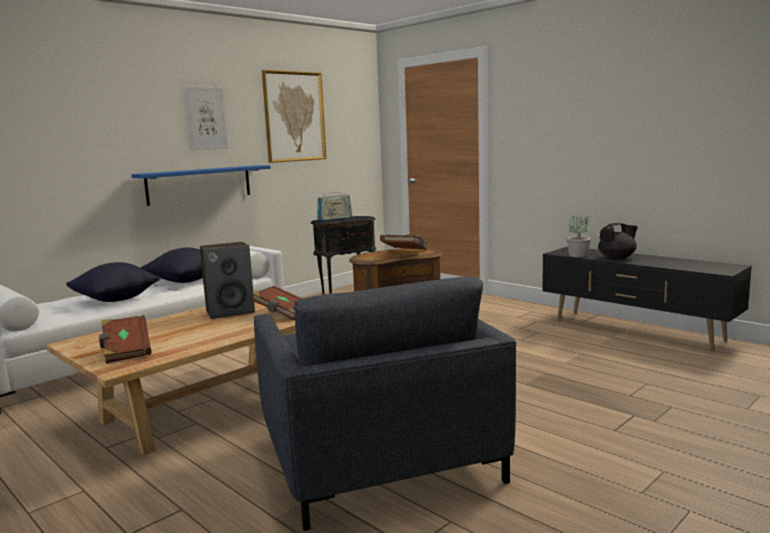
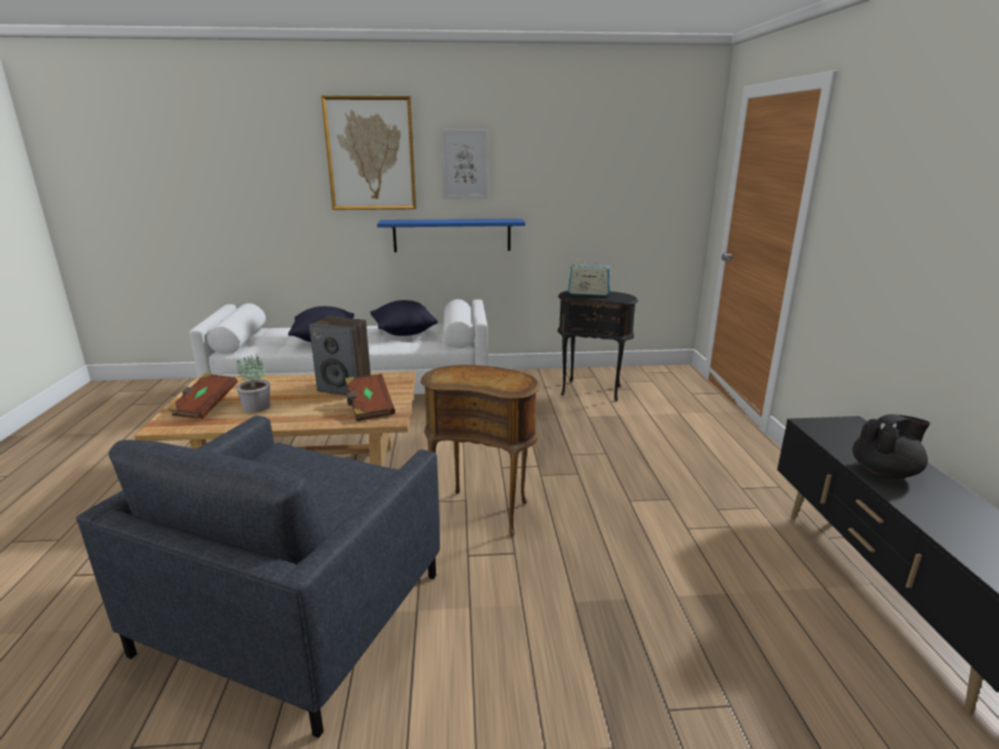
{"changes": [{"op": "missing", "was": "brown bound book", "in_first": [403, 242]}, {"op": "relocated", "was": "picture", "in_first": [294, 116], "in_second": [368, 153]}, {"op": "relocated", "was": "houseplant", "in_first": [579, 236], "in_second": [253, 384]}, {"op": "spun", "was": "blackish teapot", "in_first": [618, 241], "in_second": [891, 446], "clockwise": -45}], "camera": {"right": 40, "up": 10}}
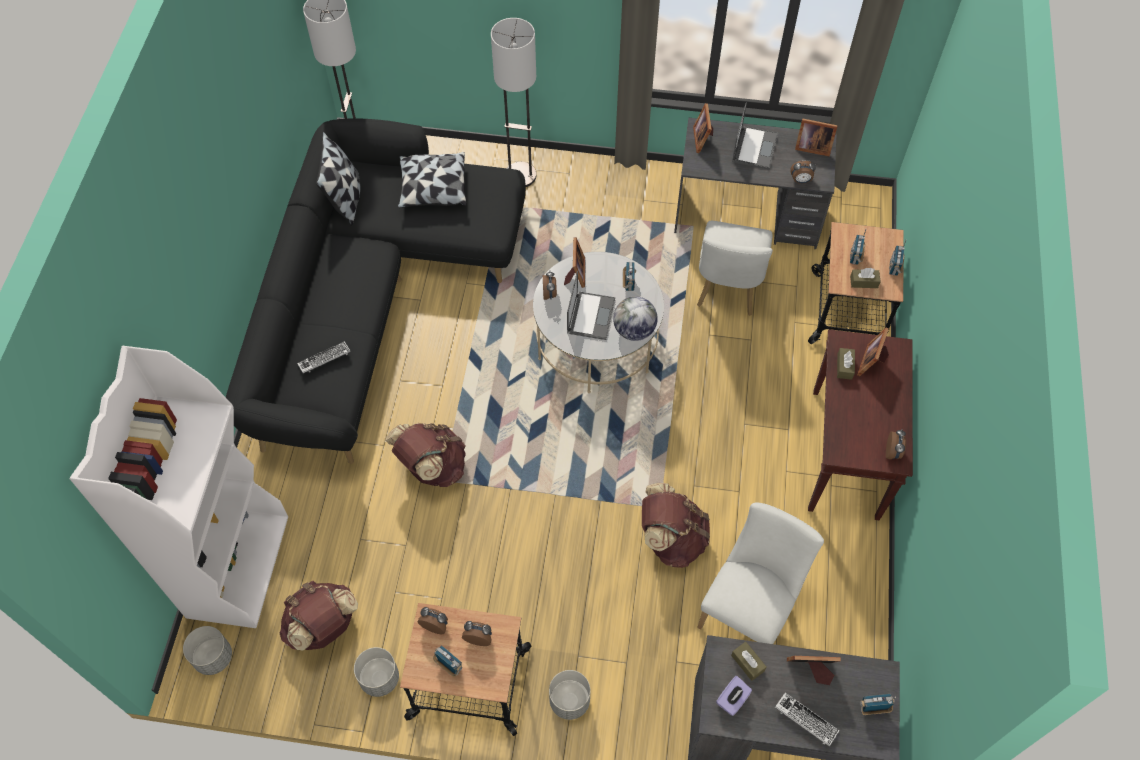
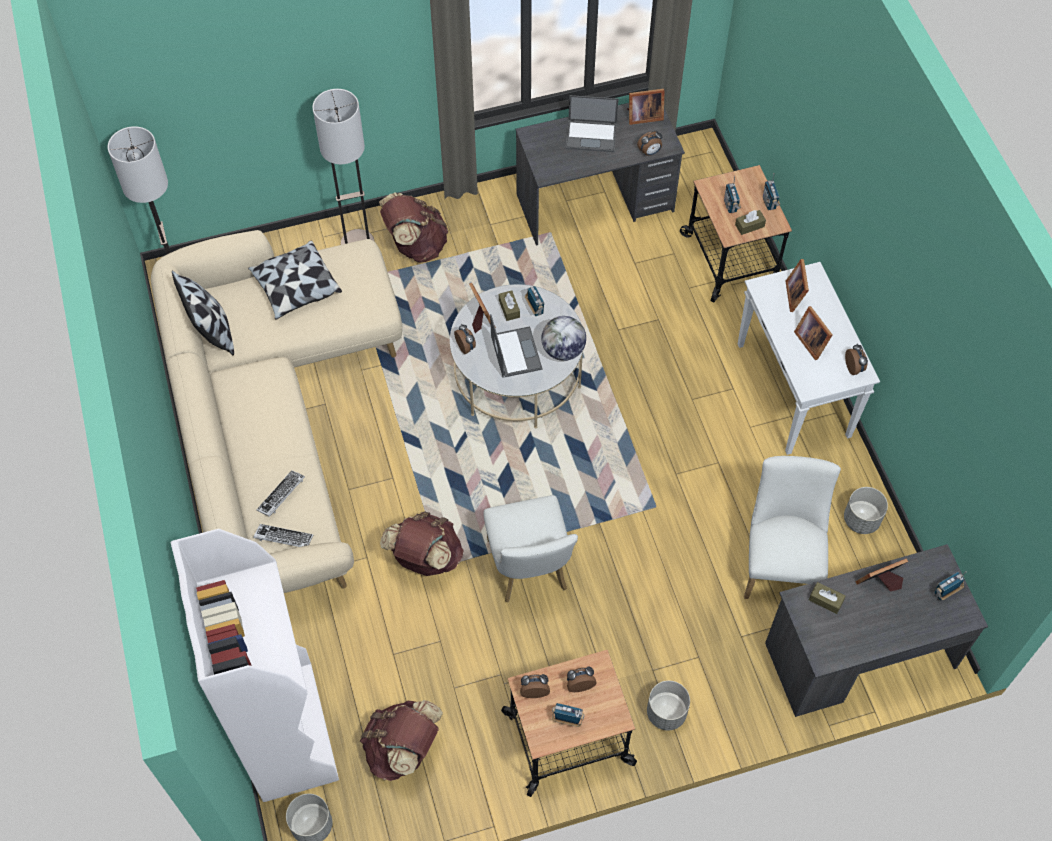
{"changes": [{"op": "missing", "was": "purple box of tissues", "in_first": [734, 696]}, {"op": "relocated", "was": "greyish planter", "in_first": [376, 672], "in_second": [866, 510]}, {"op": "relocated", "was": "brown knapsack", "in_first": [676, 525], "in_second": [413, 227]}, {"op": "relocated", "was": "picture frame", "in_first": [703, 128], "in_second": [813, 333]}, {"op": "relocated", "was": "whitish upright chair", "in_first": [735, 268], "in_second": [530, 548]}, {"op": "relocated", "was": "keyboard", "in_first": [807, 719], "in_second": [283, 535]}, {"op": "relocated", "was": "brown box of tissues", "in_first": [846, 364], "in_second": [509, 305]}, {"op": "colour", "was": "blackish sofa", "now": "beige sofa", "in_first": [376, 291], "in_second": [276, 411]}, {"op": "colour", "was": "brown hall table", "now": "whitish hall table", "in_first": [860, 424], "in_second": [809, 358]}, {"op": "spun", "was": "portable computer", "in_first": [755, 136], "in_second": [592, 123], "clockwise": 105}], "camera": {"right": -25, "up": 0}}
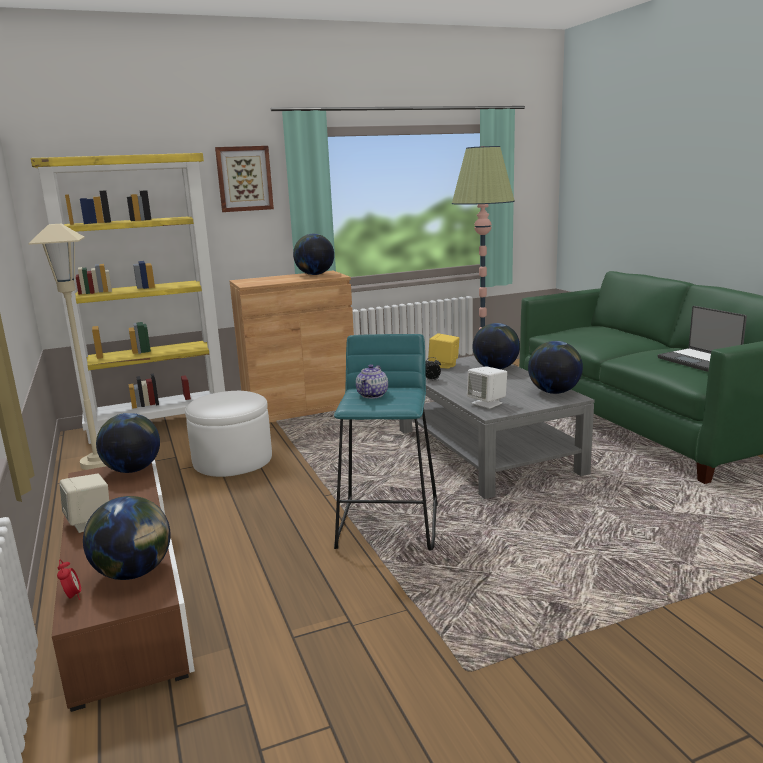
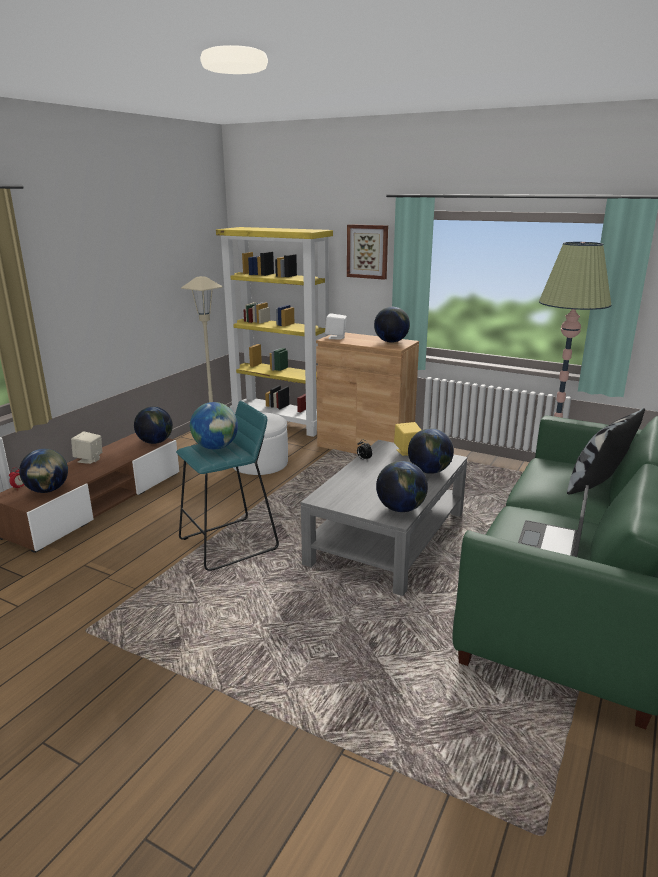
{"changes": [{"op": "appeared", "now": "cushion", "in_second": [606, 451]}, {"op": "relocated", "was": "whitish audio speaker", "in_first": [487, 387], "in_second": [336, 326]}, {"op": "exchanged", "was": "teapot", "now": "world globe", "in_first": [372, 381], "in_second": [214, 426]}], "camera": {"right": 50, "up": 5}}
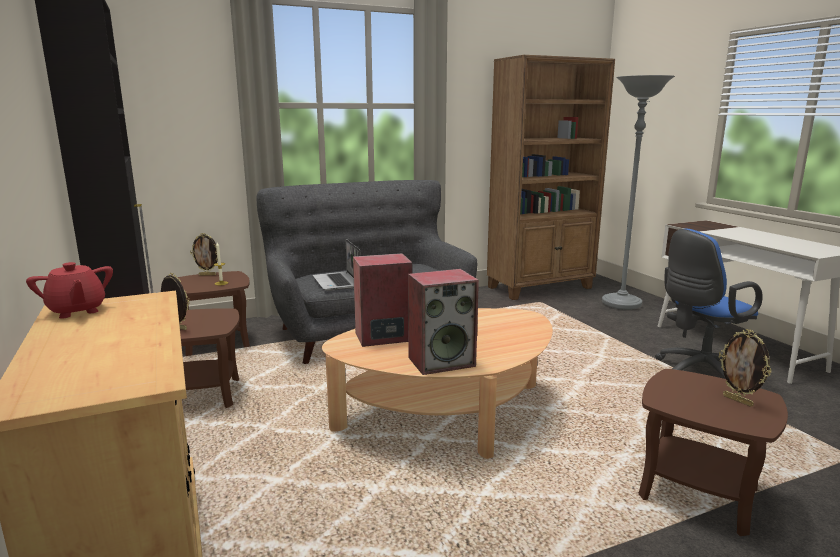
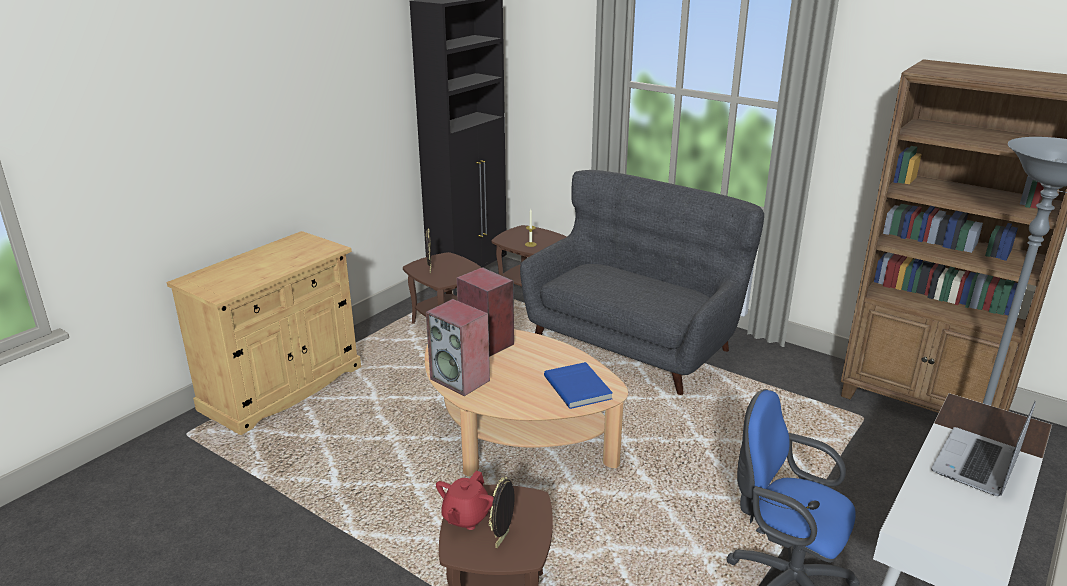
{"changes": [{"op": "missing", "was": "picture frame", "in_first": [204, 254]}, {"op": "appeared", "now": "blue bound book", "in_second": [578, 385]}, {"op": "relocated", "was": "red-coloured teapot", "in_first": [69, 290], "in_second": [465, 500]}, {"op": "relocated", "was": "portable computer", "in_first": [336, 265], "in_second": [983, 448]}], "camera": {"right": 60, "up": 10}}
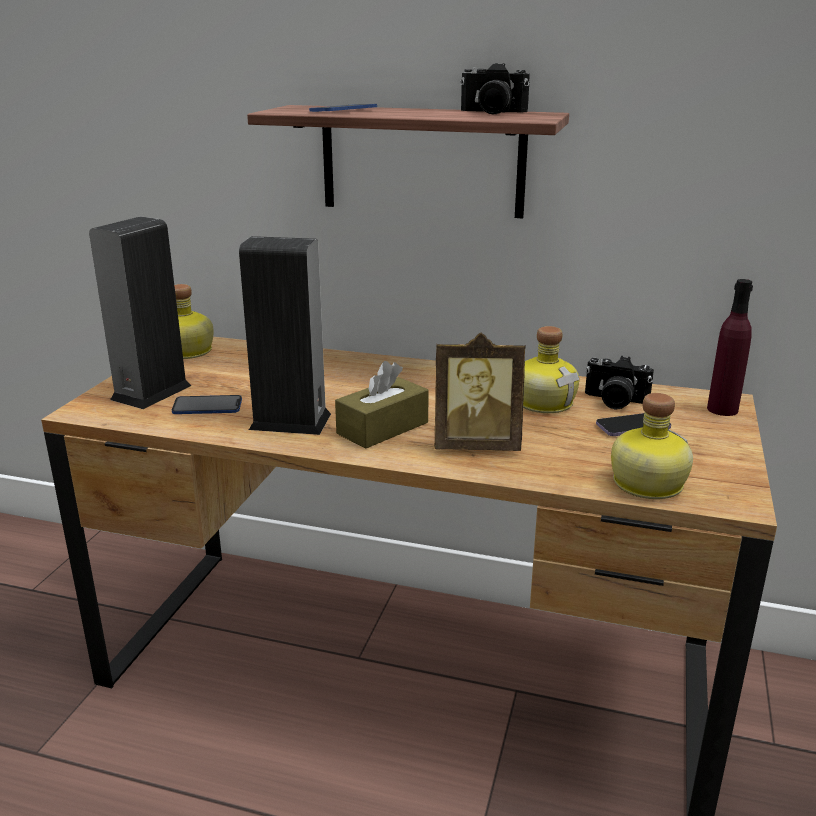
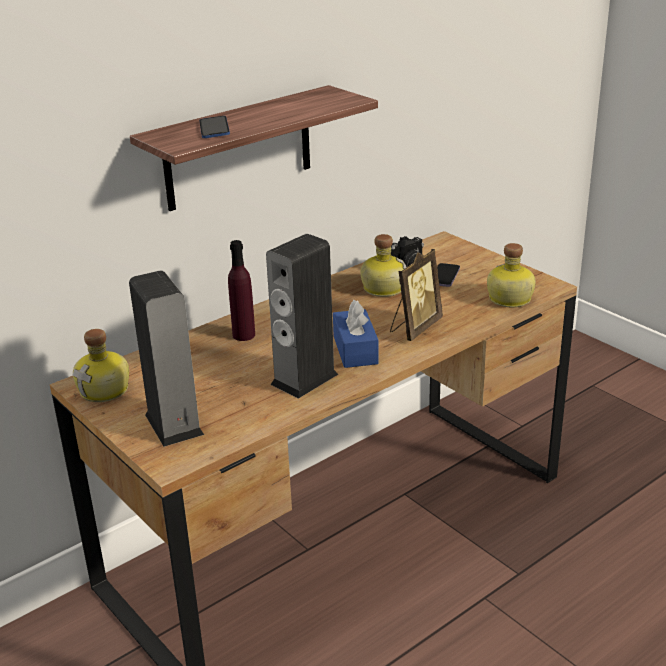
{"changes": [{"op": "missing", "was": "telephone", "in_first": [207, 404]}, {"op": "missing", "was": "photo camera", "in_first": [495, 88]}, {"op": "relocated", "was": "purple bottle", "in_first": [730, 347], "in_second": [241, 290]}, {"op": "colour", "was": "brown box of tissues", "now": "blue box of tissues", "in_first": [382, 404], "in_second": [356, 334]}], "camera": {"right": -55, "up": 5}}
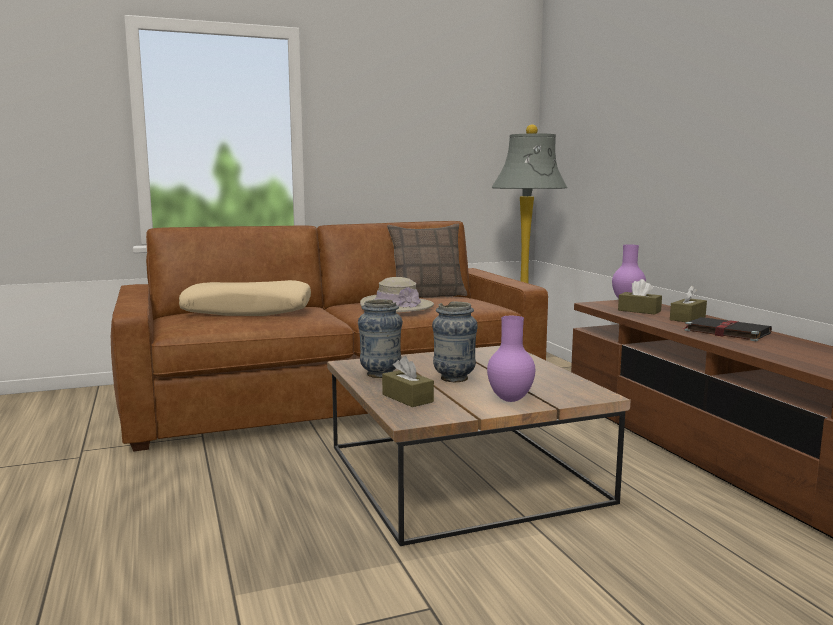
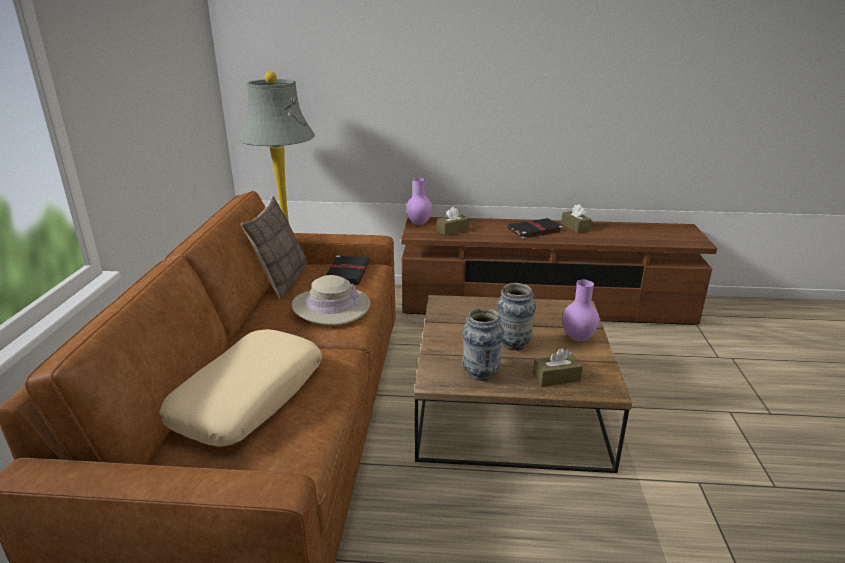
{"changes": [{"op": "appeared", "now": "blackish bound book", "in_second": [347, 270]}, {"op": "relocated", "was": "brown box of tissues", "in_first": [688, 303], "in_second": [576, 218]}], "camera": {"right": -65, "up": 15}}
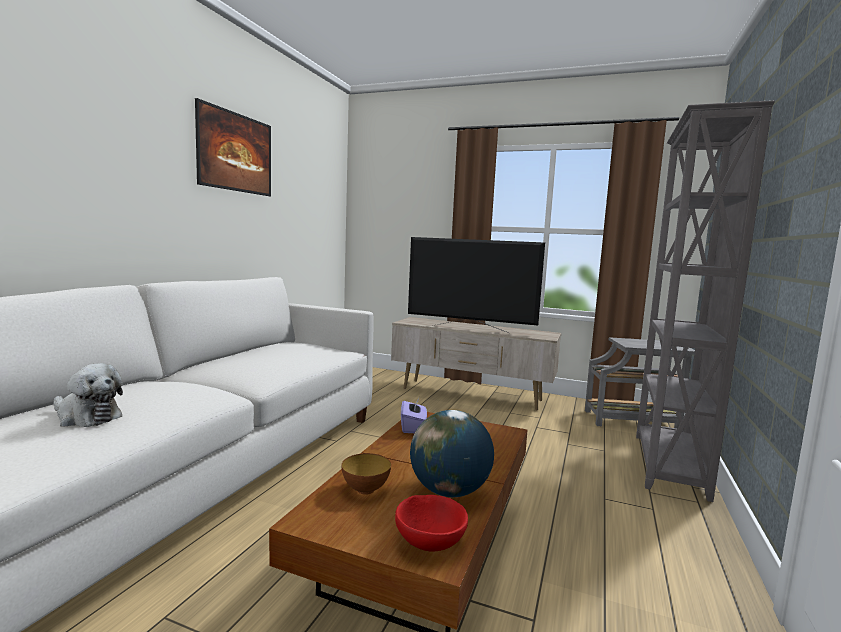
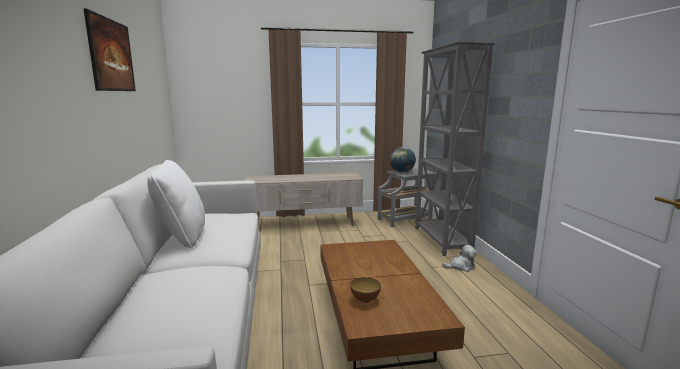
{"changes": [{"op": "missing", "was": "red-coloured deep dish", "in_first": [431, 523]}, {"op": "missing", "was": "purple box of tissues", "in_first": [414, 415]}, {"op": "missing", "was": "TV", "in_first": [476, 285]}, {"op": "appeared", "now": "whitish cushion", "in_second": [176, 204]}, {"op": "relocated", "was": "plush toy", "in_first": [88, 395], "in_second": [460, 258]}, {"op": "relocated", "was": "world globe", "in_first": [452, 453], "in_second": [403, 160]}], "camera": {"right": -30, "up": 5}}
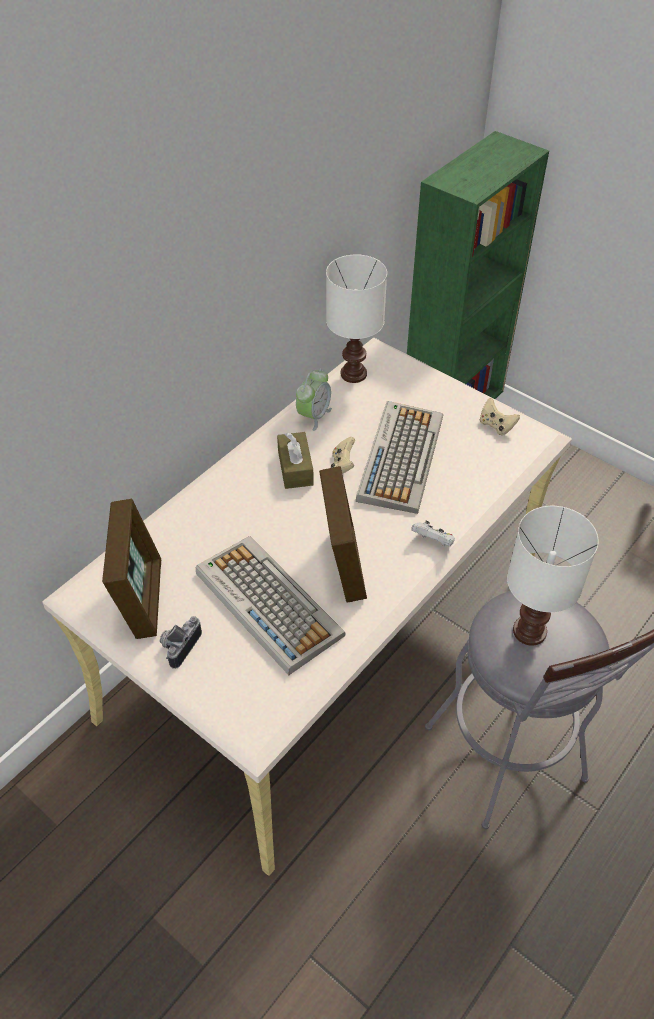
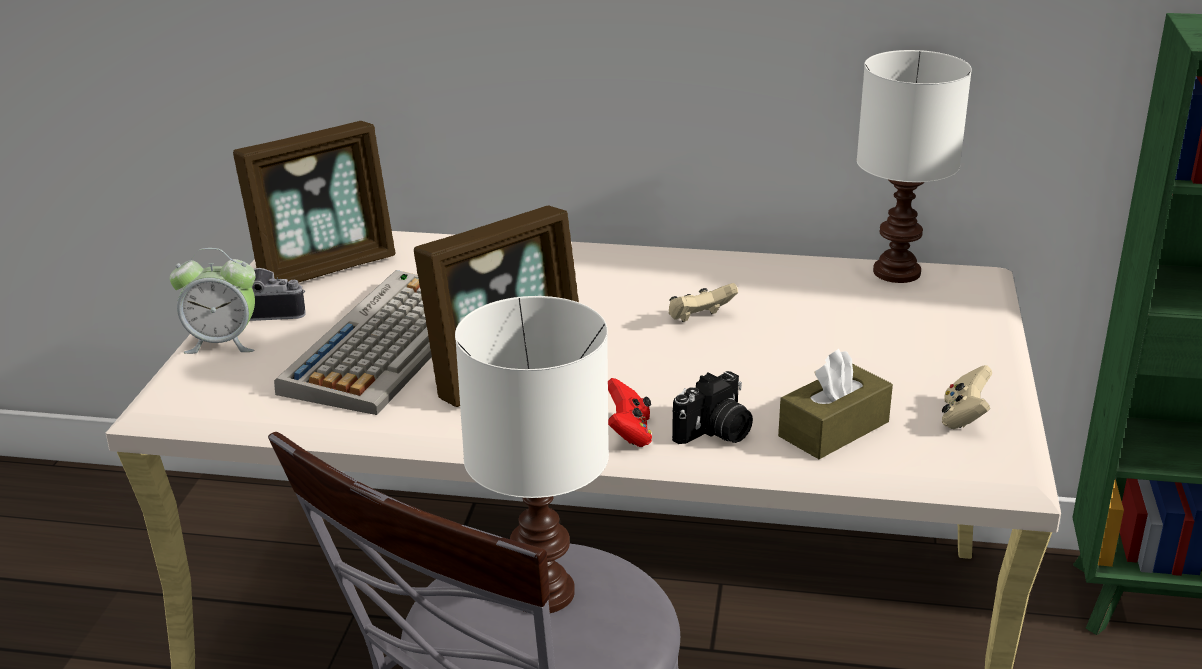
{"changes": [{"op": "missing", "was": "keyboard", "in_first": [399, 457]}, {"op": "appeared", "now": "photo camera", "in_second": [712, 407]}, {"op": "relocated", "was": "brown box of tissues", "in_first": [295, 460], "in_second": [835, 404]}, {"op": "relocated", "was": "bedside clock", "in_first": [314, 400], "in_second": [213, 301]}, {"op": "colour", "was": "whitish game controller", "now": "red-coloured game controller", "in_first": [433, 533], "in_second": [630, 412]}], "camera": {"right": 60, "up": -20}}
